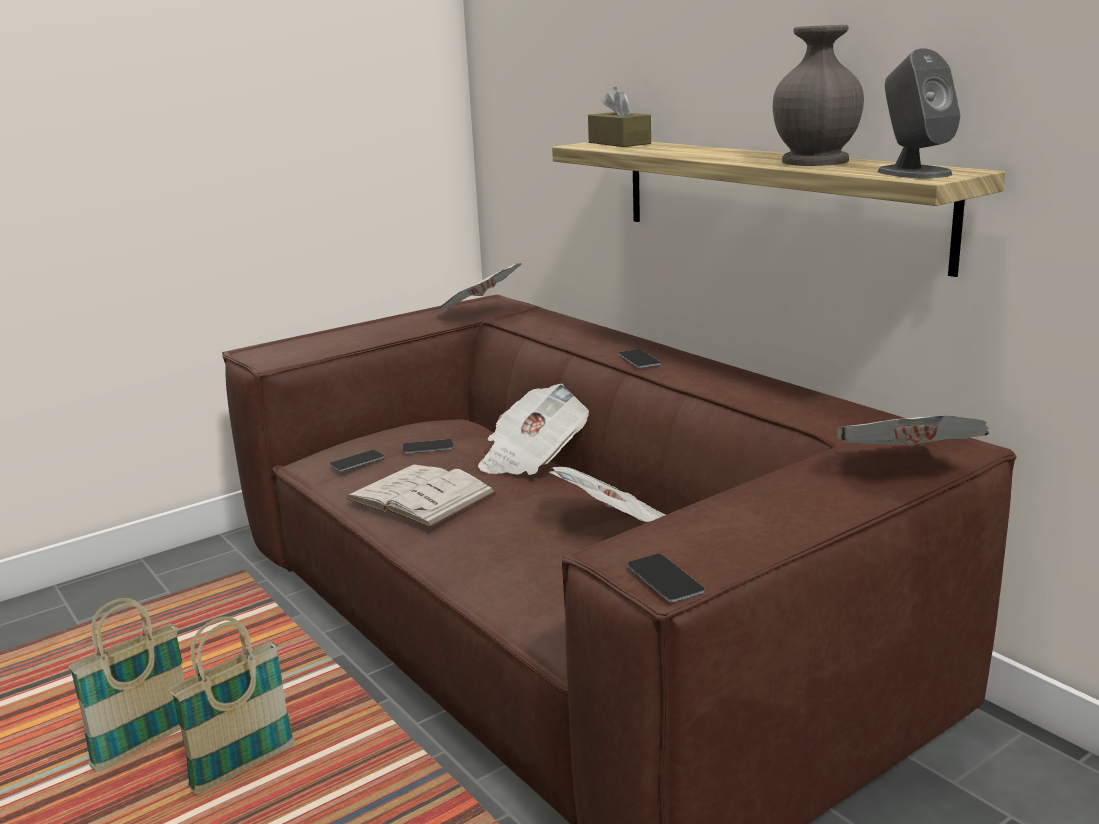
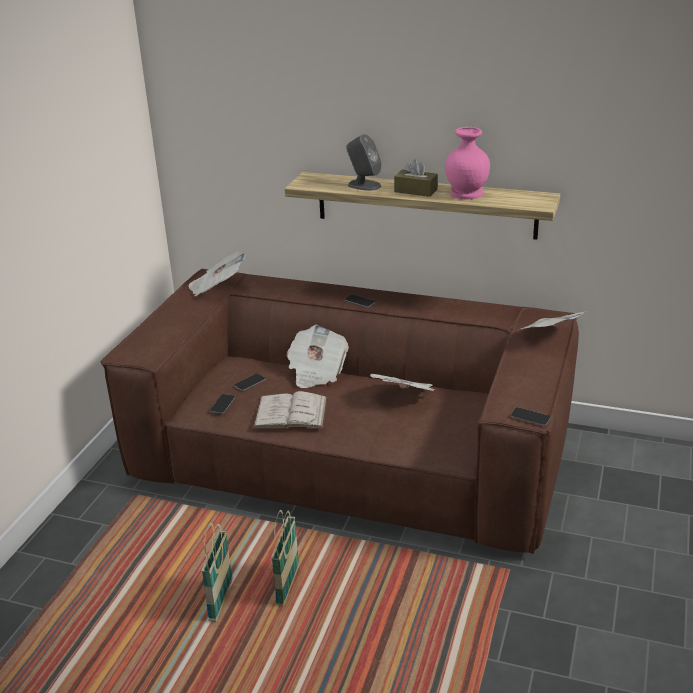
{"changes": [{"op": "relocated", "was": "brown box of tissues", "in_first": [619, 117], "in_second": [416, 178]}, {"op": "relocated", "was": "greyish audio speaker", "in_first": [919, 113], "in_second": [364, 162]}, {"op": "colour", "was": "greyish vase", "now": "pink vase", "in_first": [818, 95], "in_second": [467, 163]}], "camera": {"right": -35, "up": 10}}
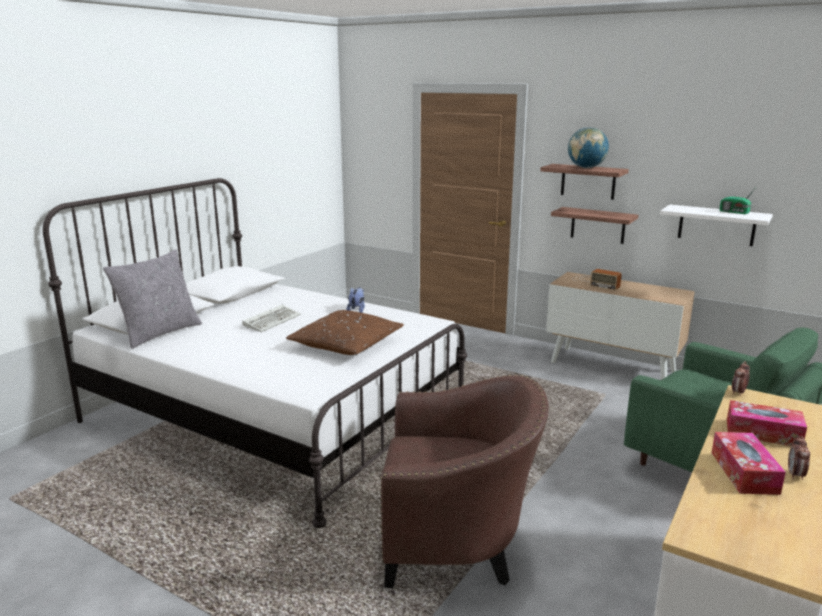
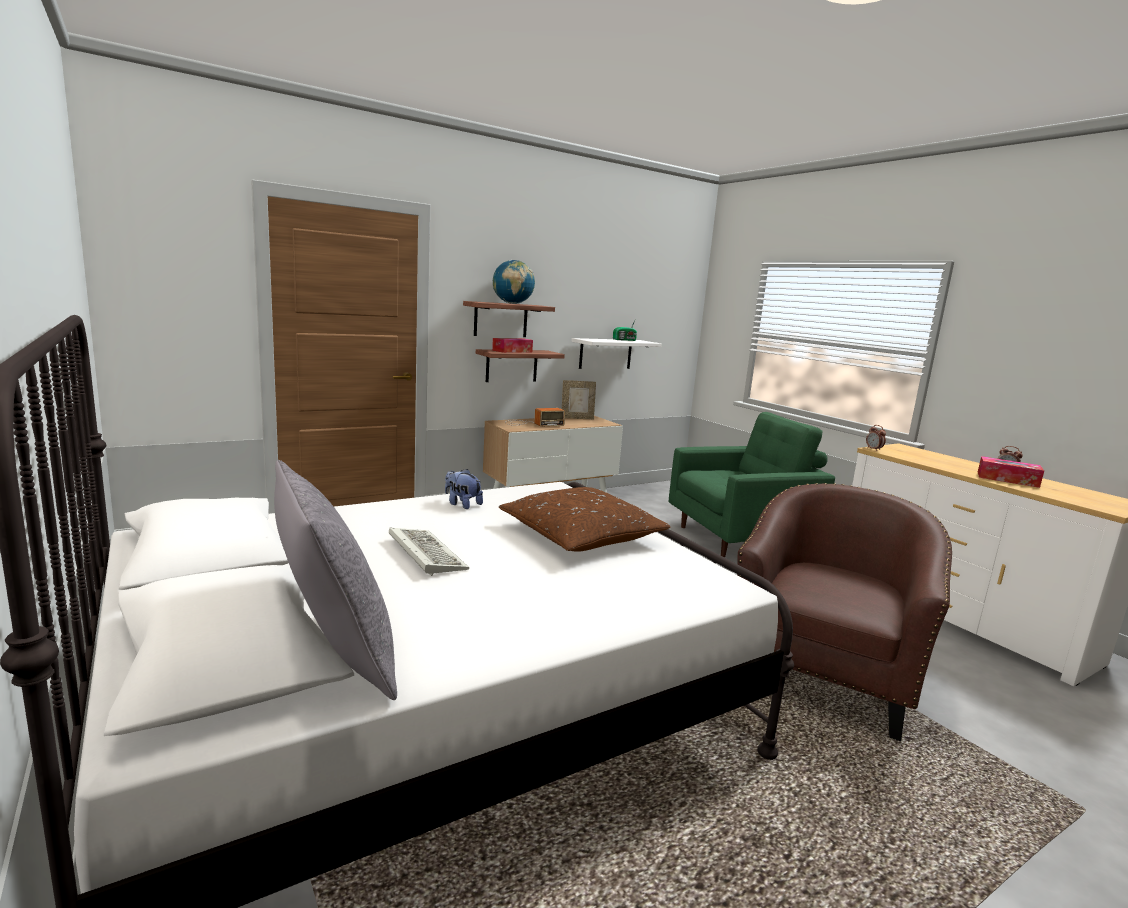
{"changes": [{"op": "appeared", "now": "picture frame", "in_second": [579, 399]}, {"op": "relocated", "was": "box of tissues", "in_first": [767, 423], "in_second": [512, 345]}], "camera": {"right": -65, "up": -5}}
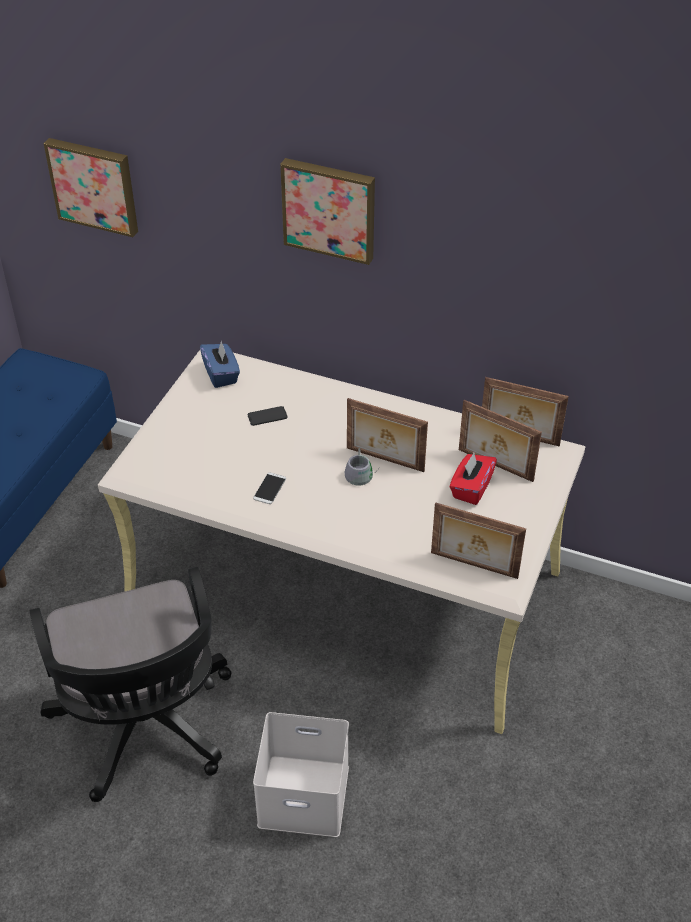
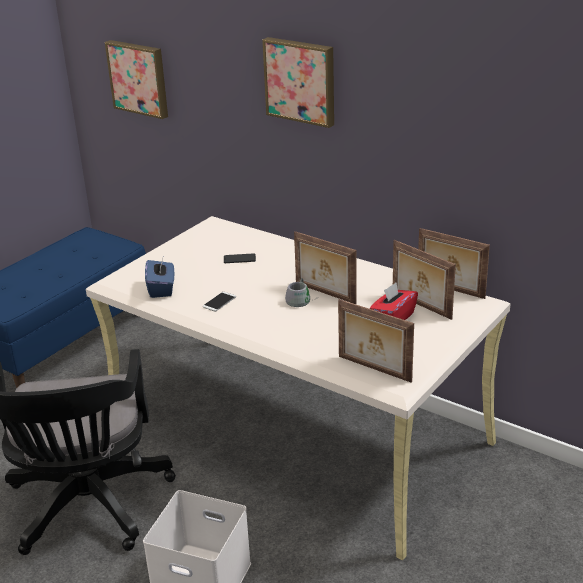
{"changes": [{"op": "relocated", "was": "blue box of tissues", "in_first": [220, 364], "in_second": [159, 276]}], "camera": {"right": 15, "up": -15}}
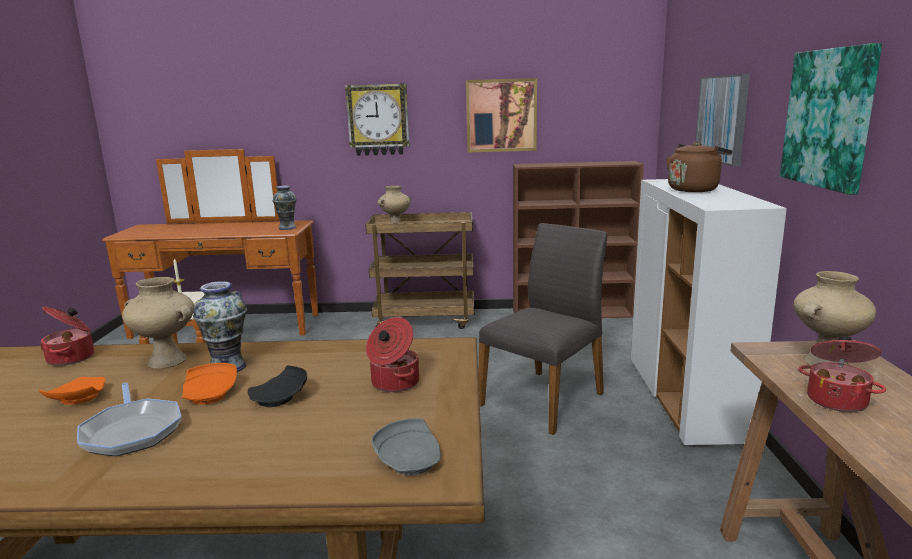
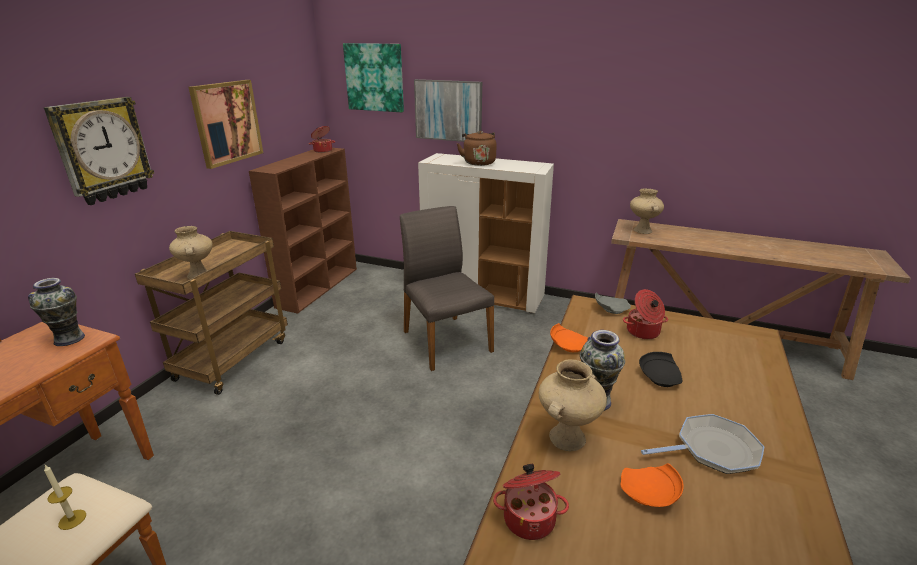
{"changes": [{"op": "relocated", "was": "orange-coloured dinner plate", "in_first": [209, 384], "in_second": [569, 337]}, {"op": "relocated", "was": "greyish dinner plate", "in_first": [406, 446], "in_second": [613, 303]}, {"op": "relocated", "was": "picture", "in_first": [831, 119], "in_second": [373, 77]}, {"op": "relocated", "was": "stockpot", "in_first": [842, 374], "in_second": [322, 139]}], "camera": {"right": -70, "up": 10}}
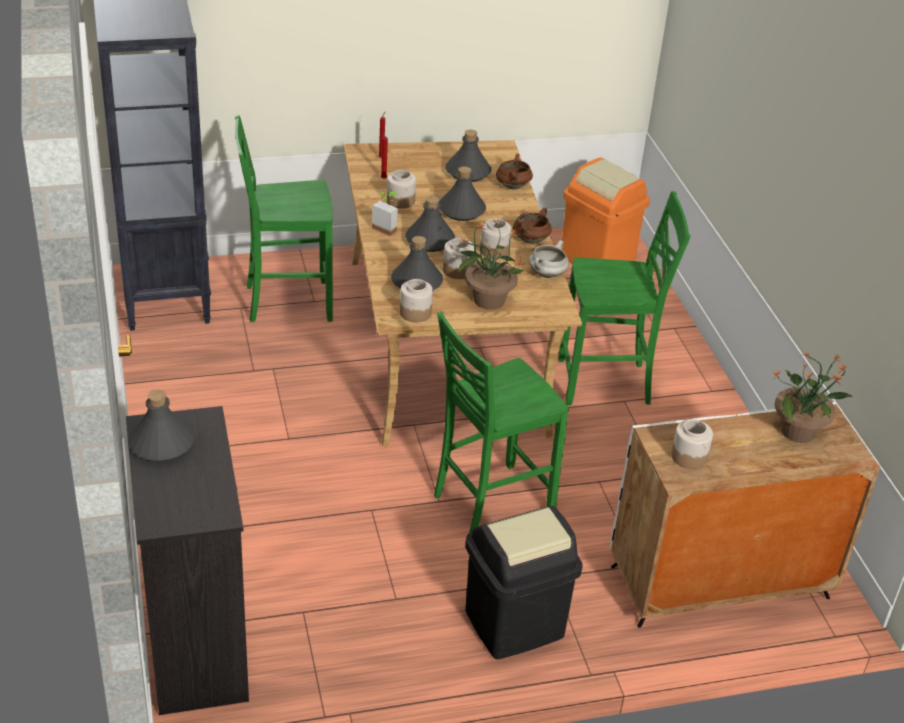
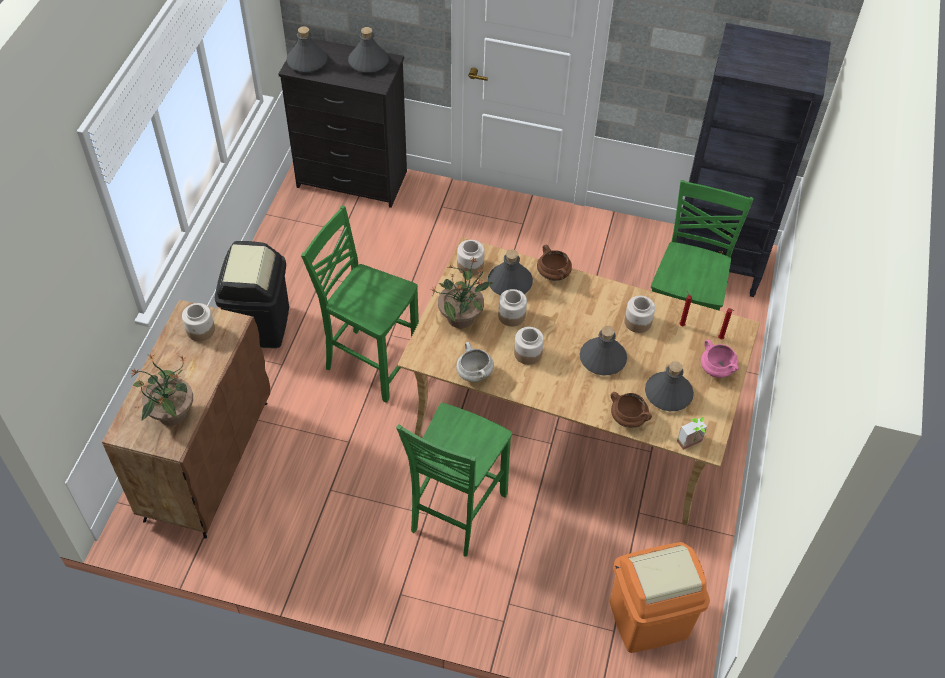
{"changes": [{"op": "appeared", "now": "pink stockpot", "in_second": [720, 358]}, {"op": "relocated", "was": "houseplant", "in_first": [385, 214], "in_second": [692, 433]}, {"op": "relocated", "was": "greyish bottle", "in_first": [430, 224], "in_second": [307, 49]}, {"op": "relocated", "was": "brown stockpot", "in_first": [532, 226], "in_second": [554, 263]}, {"op": "colour", "was": "whitish storage cabinet", "now": "brown storage cabinet", "in_first": [745, 515], "in_second": [186, 419]}, {"op": "spun", "was": "green-coloured upright chair", "in_first": [501, 422], "in_second": [360, 304], "clockwise": -60}], "camera": {"right": 120, "up": 15}}
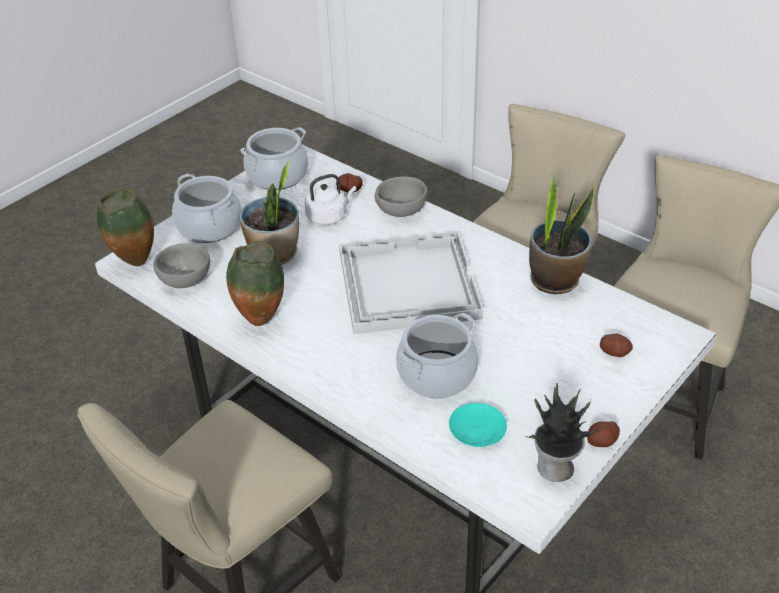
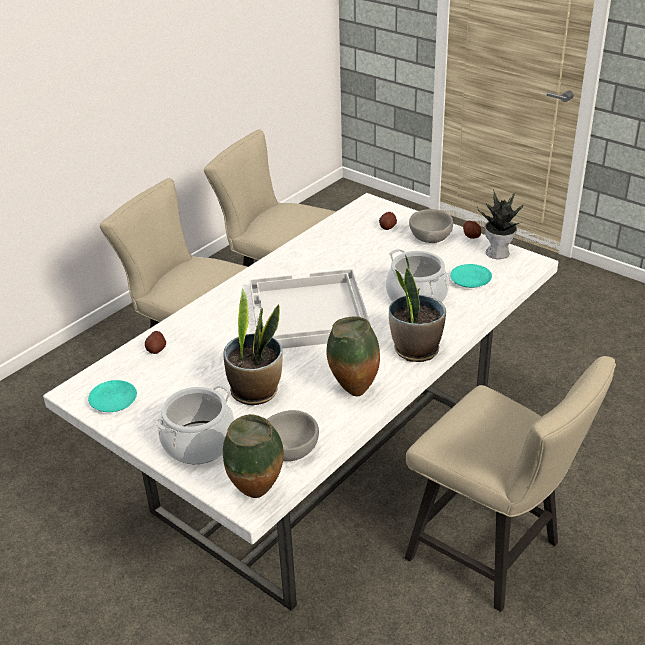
{"changes": [{"op": "missing", "was": "whitish water kettle", "in_first": [330, 199]}, {"op": "relocated", "was": "greyish deep dish", "in_first": [401, 196], "in_second": [431, 226]}, {"op": "relocated", "was": "houseplant", "in_first": [561, 234], "in_second": [417, 308]}, {"op": "exchanged", "was": "stockpot", "now": "turquoise-coloured dinner plate", "in_first": [274, 158], "in_second": [112, 396]}], "camera": {"right": -90, "up": -5}}
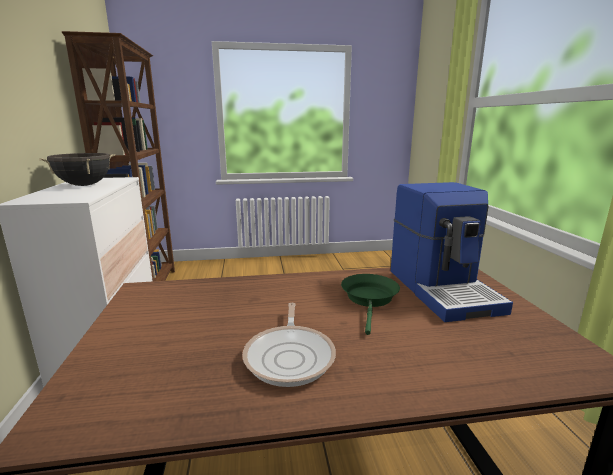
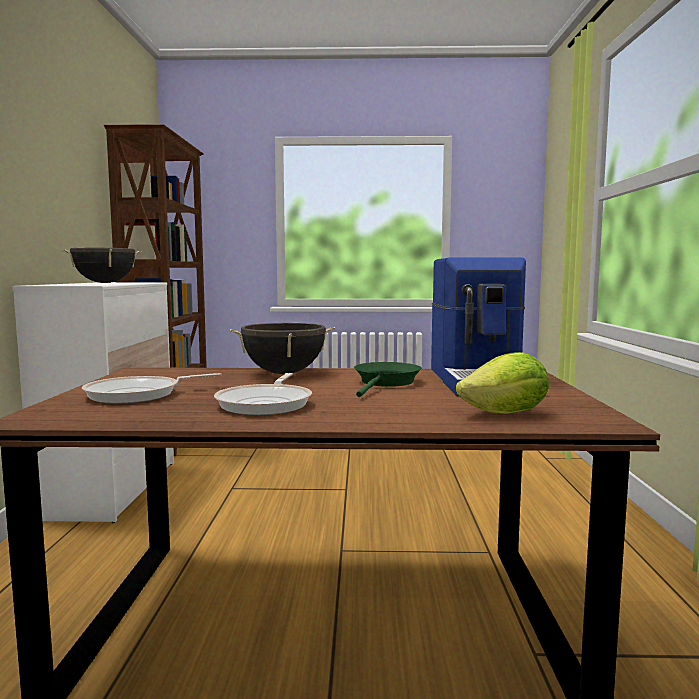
{"changes": [{"op": "appeared", "now": "skillet", "in_second": [151, 388]}, {"op": "appeared", "now": "blackish stockpot", "in_second": [282, 348]}, {"op": "appeared", "now": "lettuce", "in_second": [502, 383]}], "camera": {"right": 10, "up": -10}}
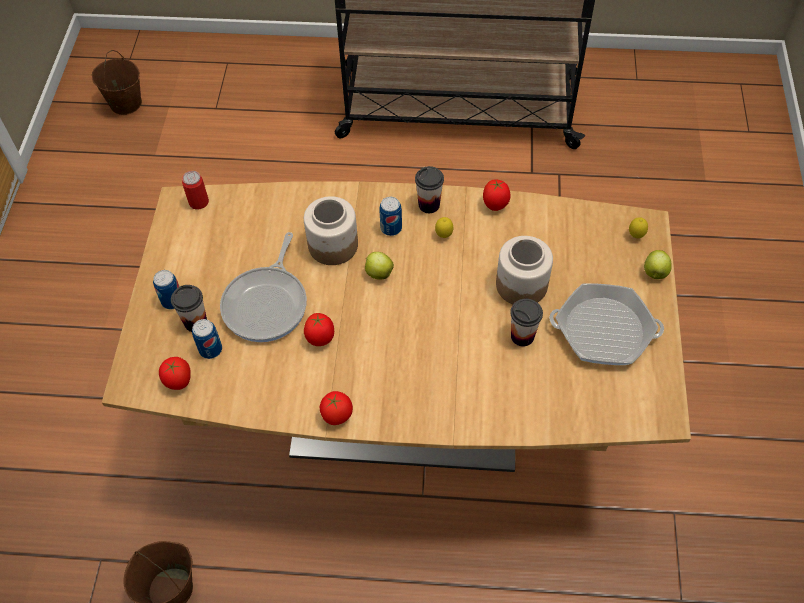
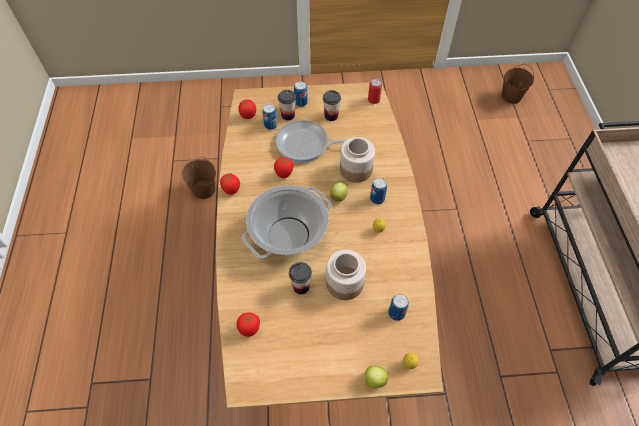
{"changes": [{"op": "missing", "was": "skillet", "in_first": [606, 324]}, {"op": "appeared", "now": "stockpot", "in_second": [286, 222]}, {"op": "appeared", "now": "metal can", "in_second": [398, 307]}, {"op": "relocated", "was": "cup", "in_first": [429, 189], "in_second": [332, 105]}, {"op": "relocated", "was": "fresh tomato", "in_first": [497, 195], "in_second": [248, 324]}], "camera": {"right": 80, "up": 0}}
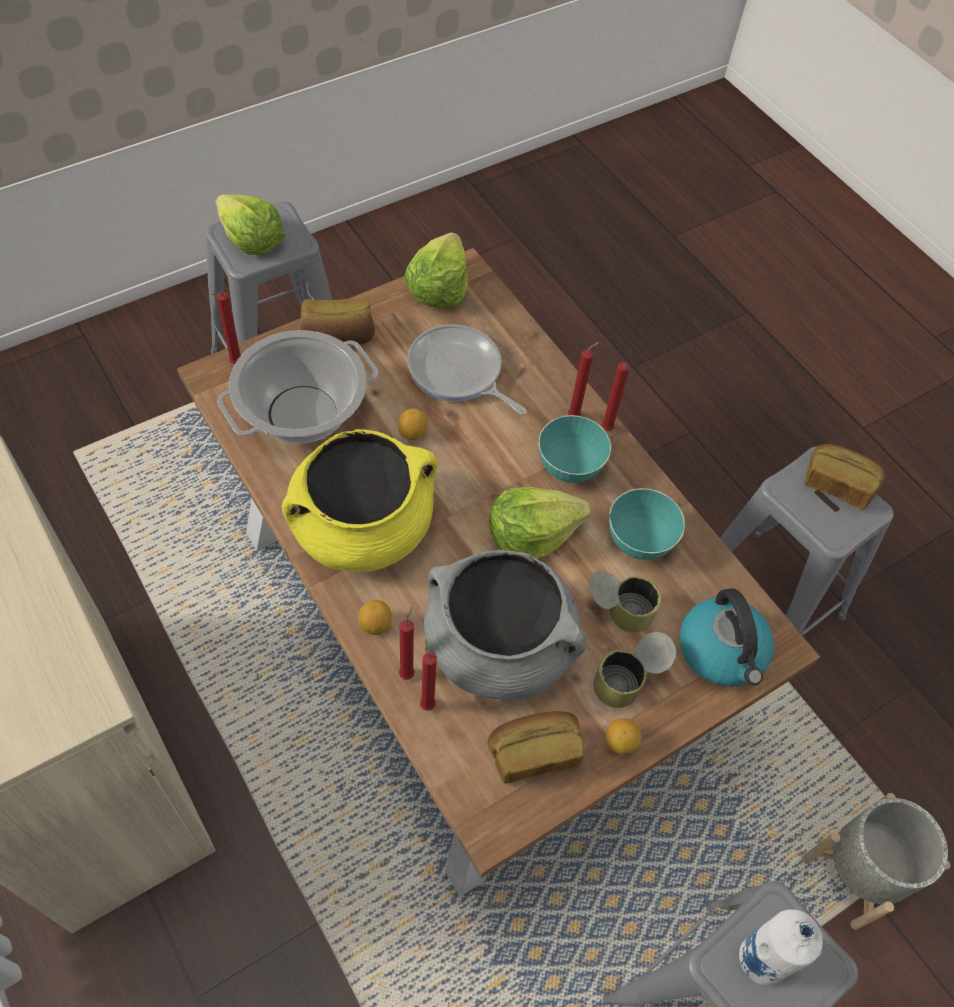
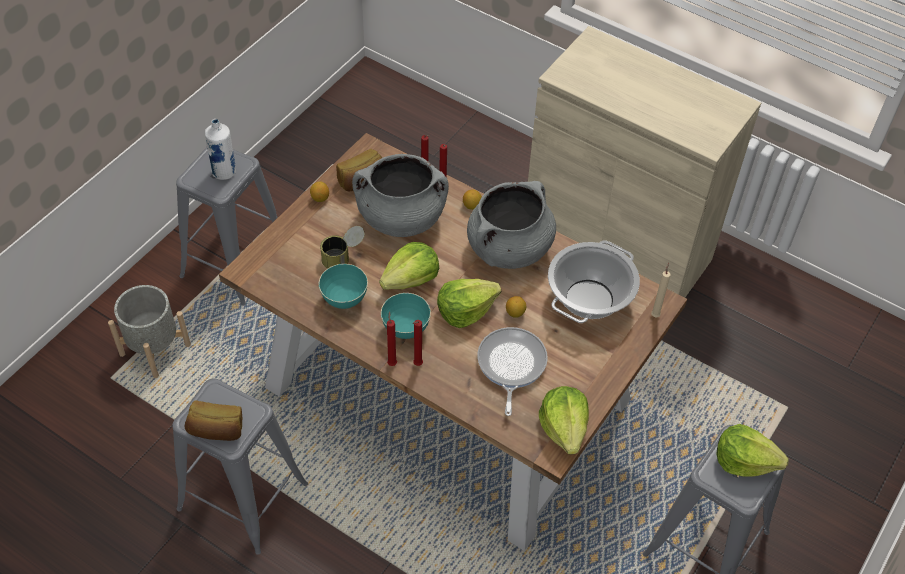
{"changes": [{"op": "missing", "was": "bread", "in_first": [337, 322]}, {"op": "missing", "was": "metal can", "in_first": [635, 670]}, {"op": "missing", "was": "water kettle", "in_first": [727, 637]}, {"op": "appeared", "now": "lettuce", "in_second": [469, 303]}, {"op": "colour", "was": "red-coloured wax light", "now": "beige wax light", "in_first": [226, 328], "in_second": [660, 290]}, {"op": "colour", "was": "yellowish stockpot", "now": "greyish stockpot", "in_first": [360, 500], "in_second": [511, 225]}, {"op": "spun", "was": "skillet", "in_first": [467, 369], "in_second": [512, 371], "clockwise": -105}], "camera": {"right": 160, "up": -5}}
